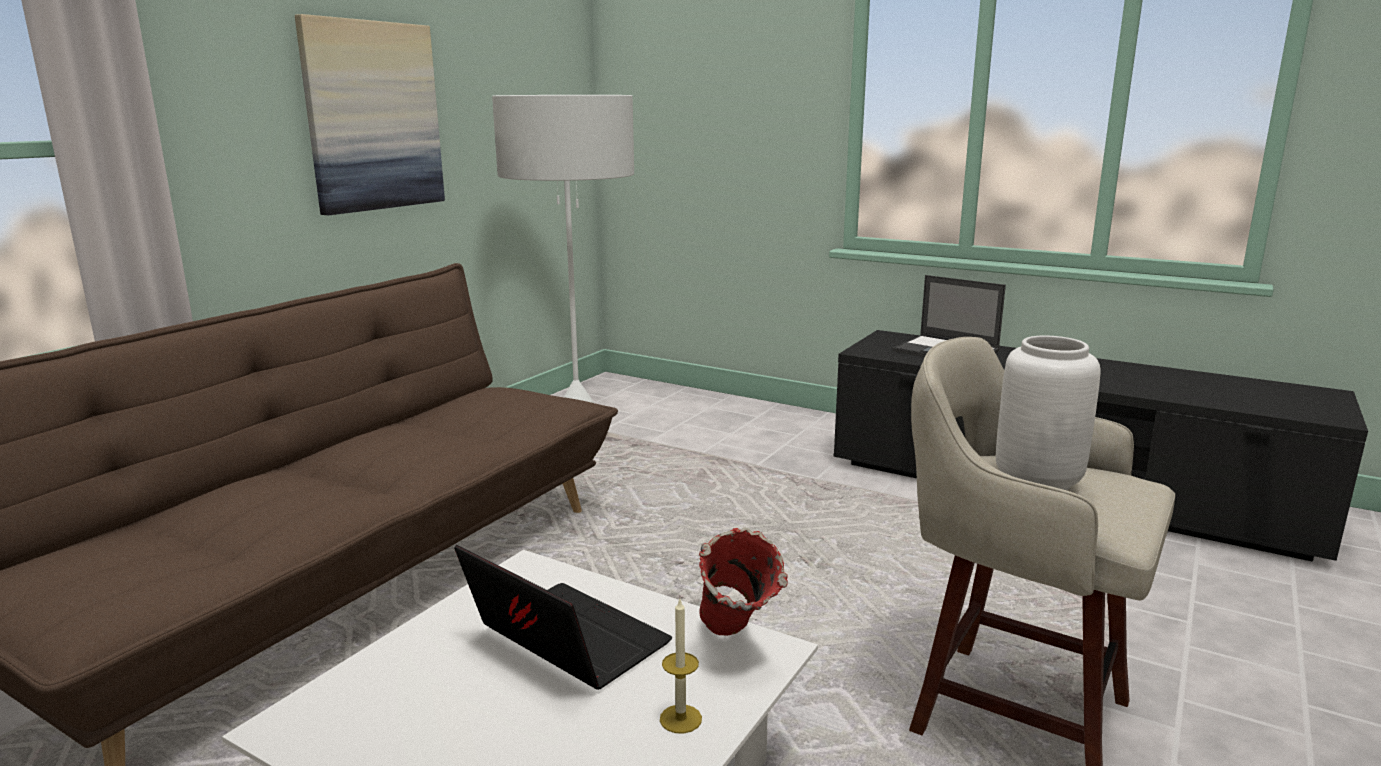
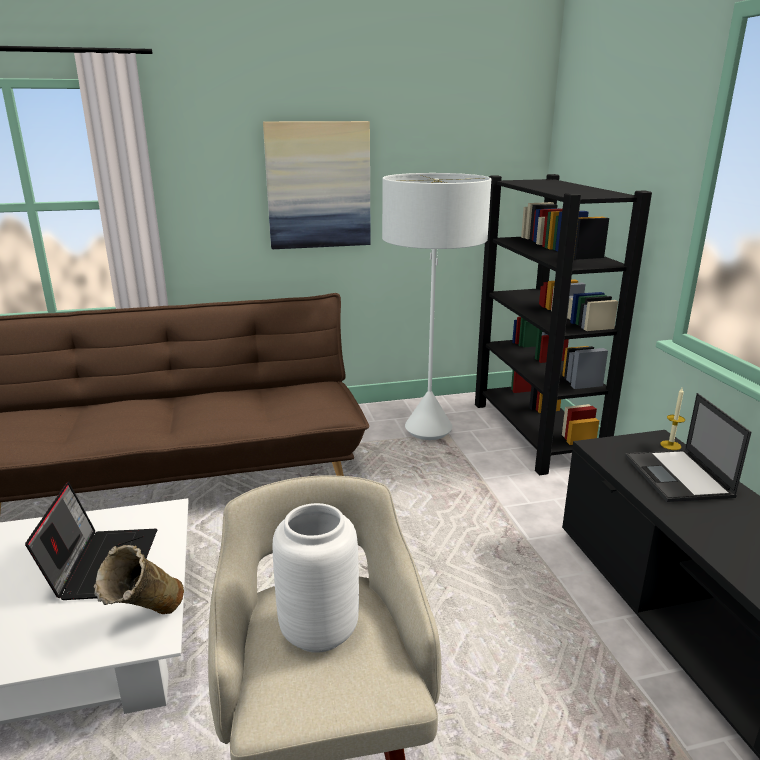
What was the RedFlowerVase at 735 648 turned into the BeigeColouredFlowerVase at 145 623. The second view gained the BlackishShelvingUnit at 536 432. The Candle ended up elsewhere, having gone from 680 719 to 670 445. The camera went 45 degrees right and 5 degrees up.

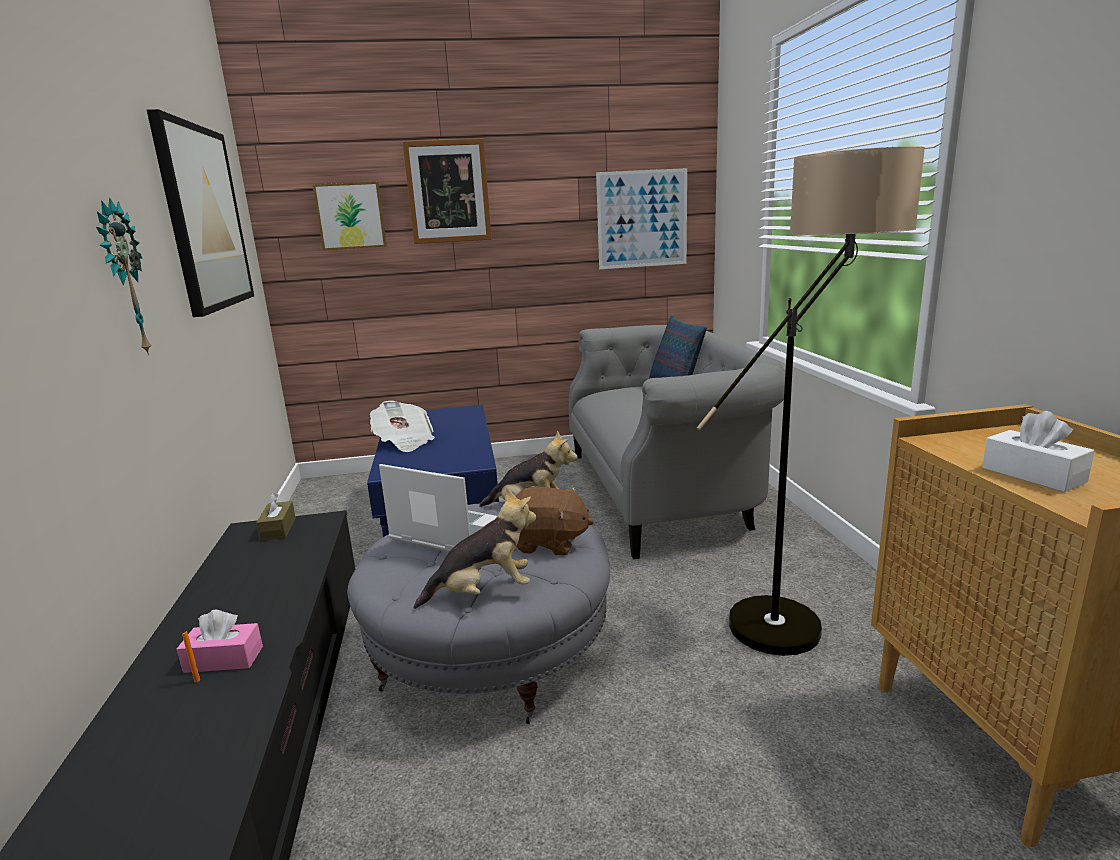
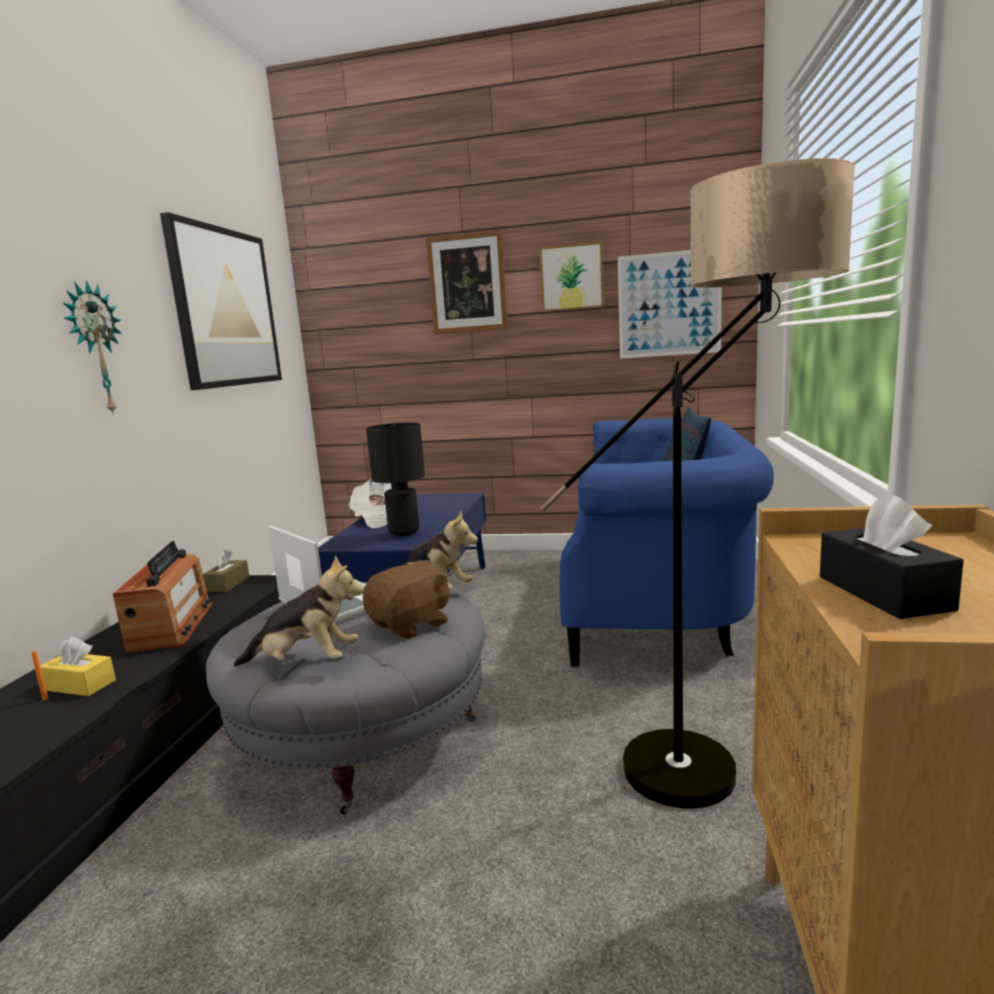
What was the PinkColouredBoxOfTissues at 224 659 turned into the YellowBoxOfTissues at 80 685. The second view gained the Radio at 172 627. The BrownPlushToy at 548 543 ended up facing another way, 75 degrees counterclockwise from before. The second view gained the BlackishTableLamp at 403 534. The WallPicture ended up elsewhere, having gone from 351 216 to 572 277. What was the GreyishSettee at 664 491 turned into the BlueColouredSettee at 656 601. What was the WhiteColouredBoxOfTissues at 1033 475 turned into the BlackishBoxOfTissues at 883 593. The camera went 20 degrees right and 5 degrees down.

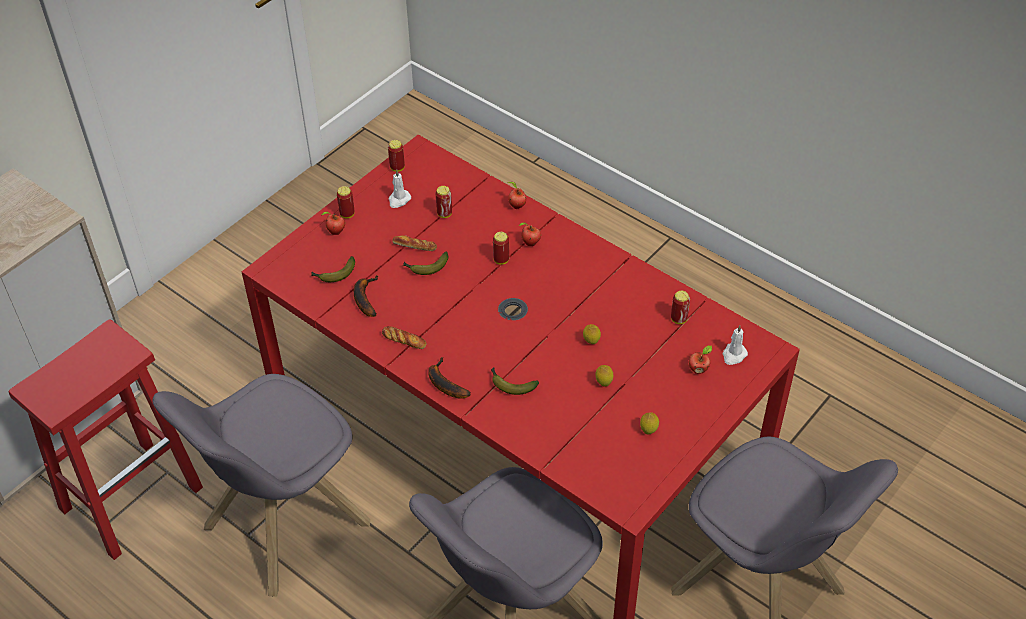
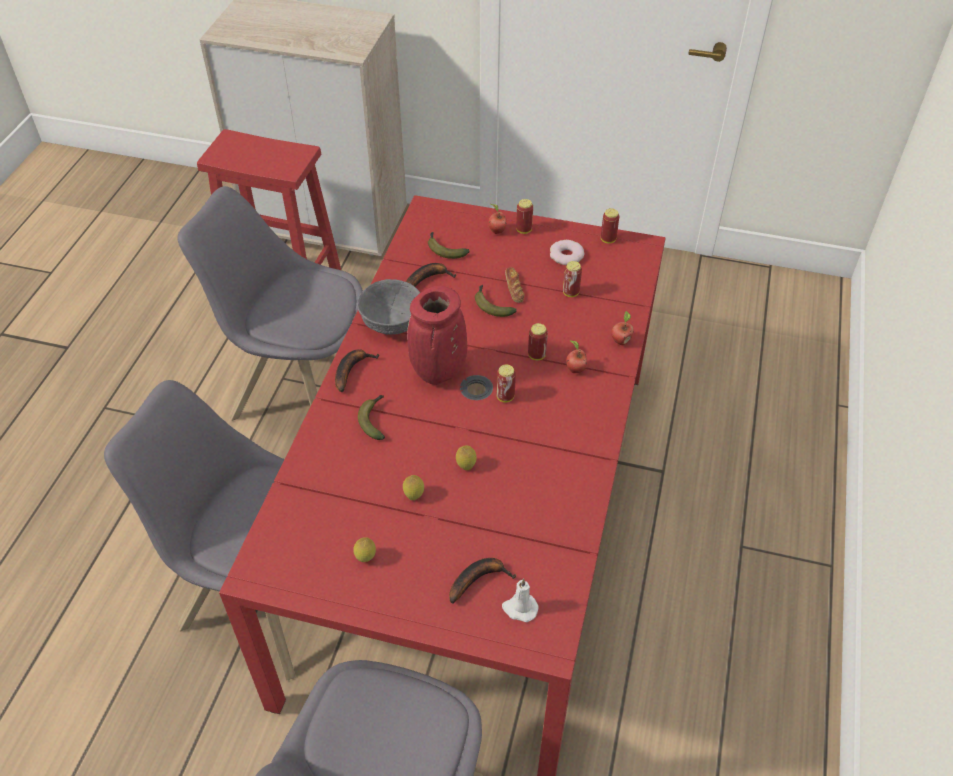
Where the Bread stood at 404 340, the GreyishBowl came to stand at 391 323. The second view gained the RedFlowerVase at 439 373. Where the AppleFruit stood at 698 369, the Banana came to stand at 479 579. The SealedCan ended up elsewhere, having gone from 678 319 to 505 397. Where the WhiteColouredCandle stood at 399 200, the Doughnut came to stand at 566 256. The camera went 65 degrees right and 0 degrees up.

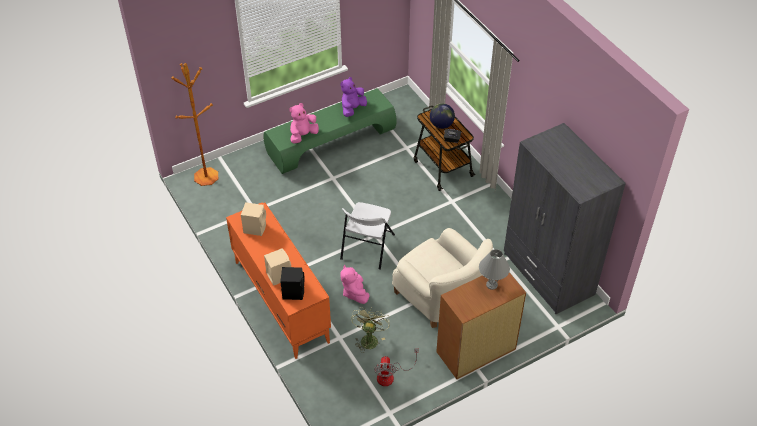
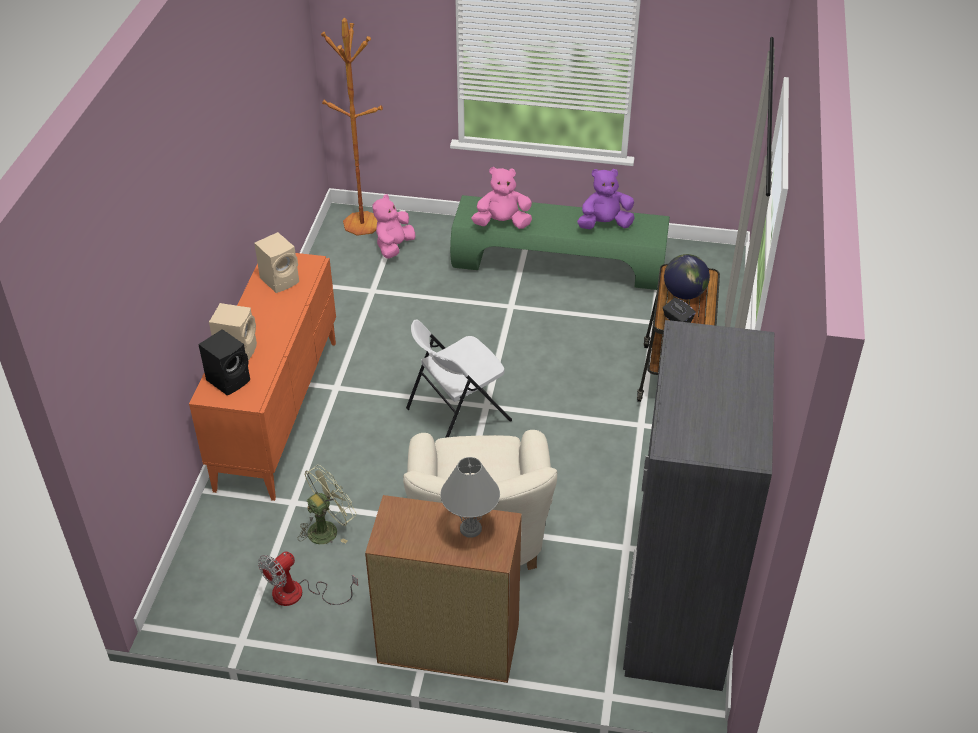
The PinkColouredPlushToy ended up elsewhere, having gone from 354 292 to 394 247. The camera went 40 degrees right and 5 degrees down.

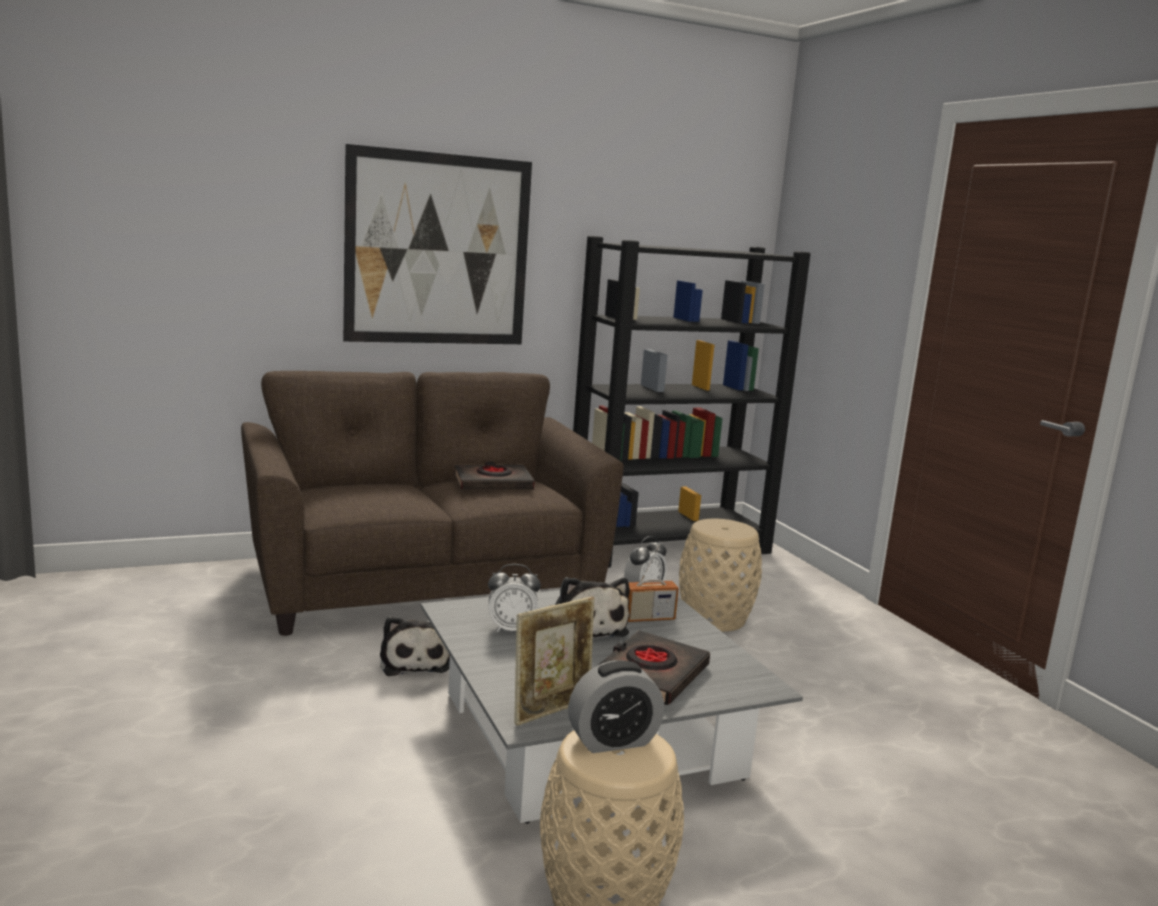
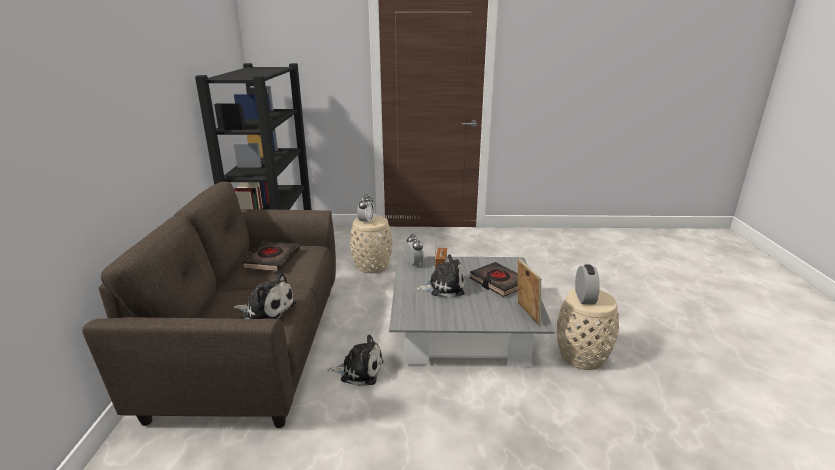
The second view gained the PlushToy at 266 311. The TableClock ended up elsewhere, having gone from 511 629 to 366 222. The second view lost the WallPicture at 438 250. The camera went 65 degrees left and 10 degrees up.

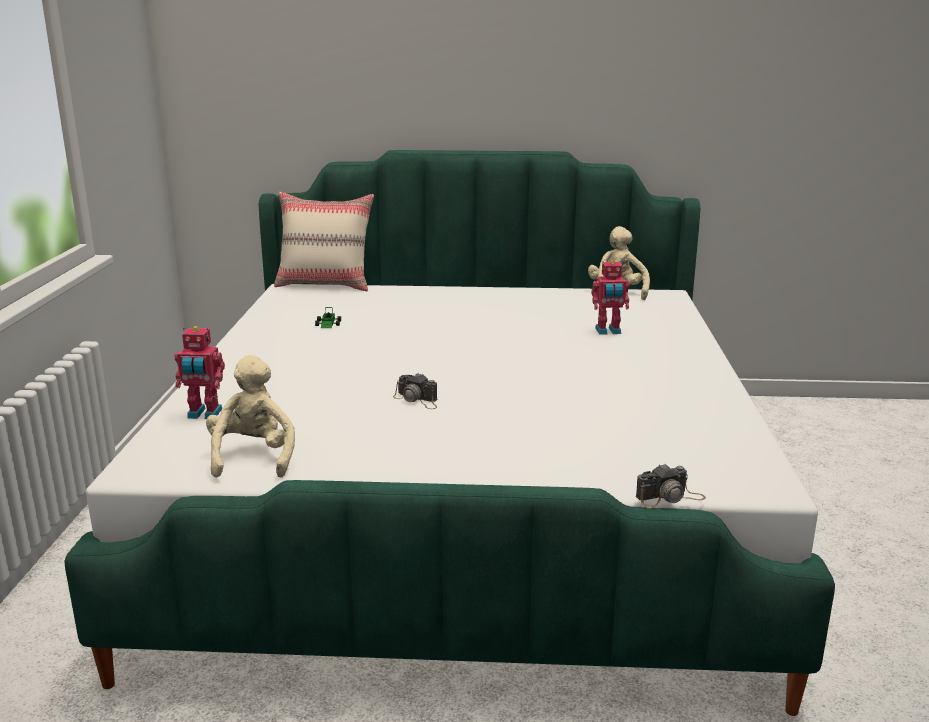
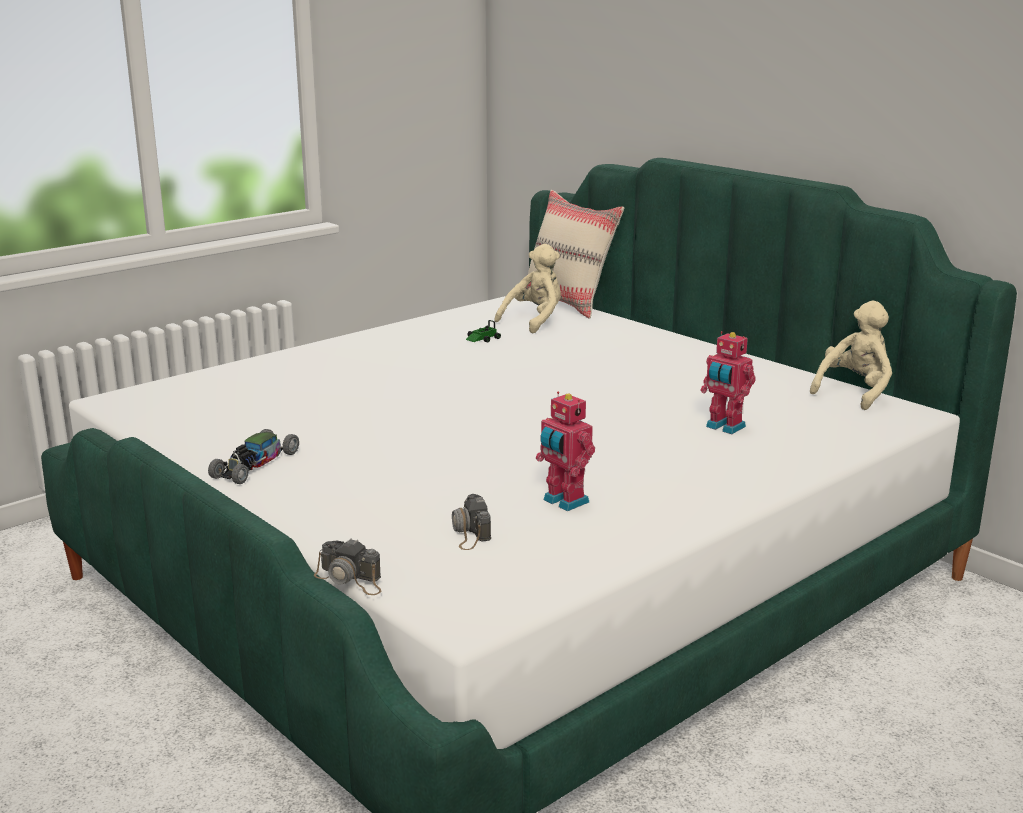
The second view gained the MiniatureCar at 255 465. The StillCamera ended up elsewhere, having gone from 417 400 to 470 532. The BeigeColouredPlushToy ended up elsewhere, having gone from 253 457 to 534 321. The ToyRobot ended up elsewhere, having gone from 204 414 to 564 502. The camera went 45 degrees right and 0 degrees up.

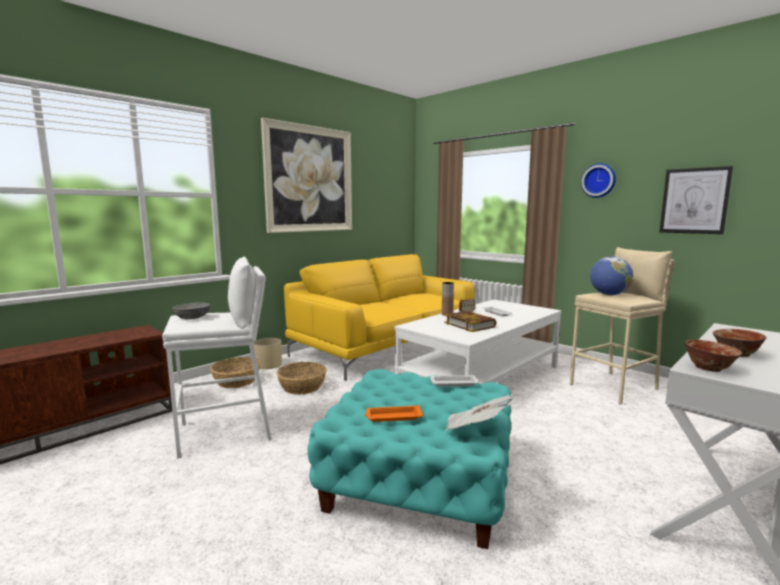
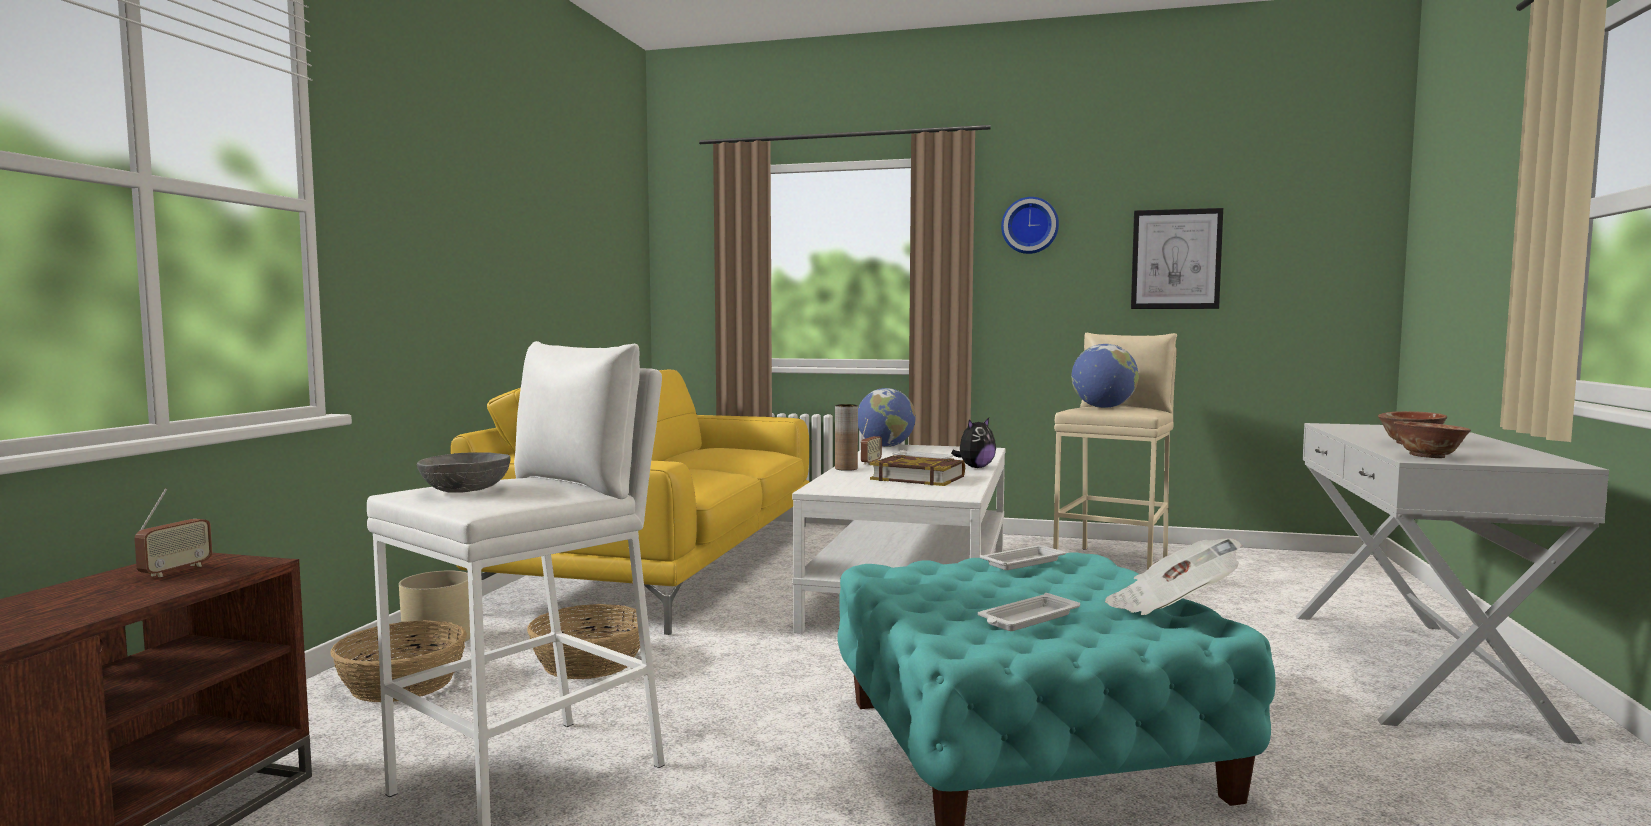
The second view gained the Radio at 175 571. The second view gained the WorldGlobe at 885 446. The second view gained the PlushToy at 975 467. What was the OrangeColouredCarryingTray at 393 417 turned into the WhiteColouredCarryingTray at 1027 619. The second view lost the WallPicture at 309 179. The camera went 30 degrees left and 5 degrees down.

